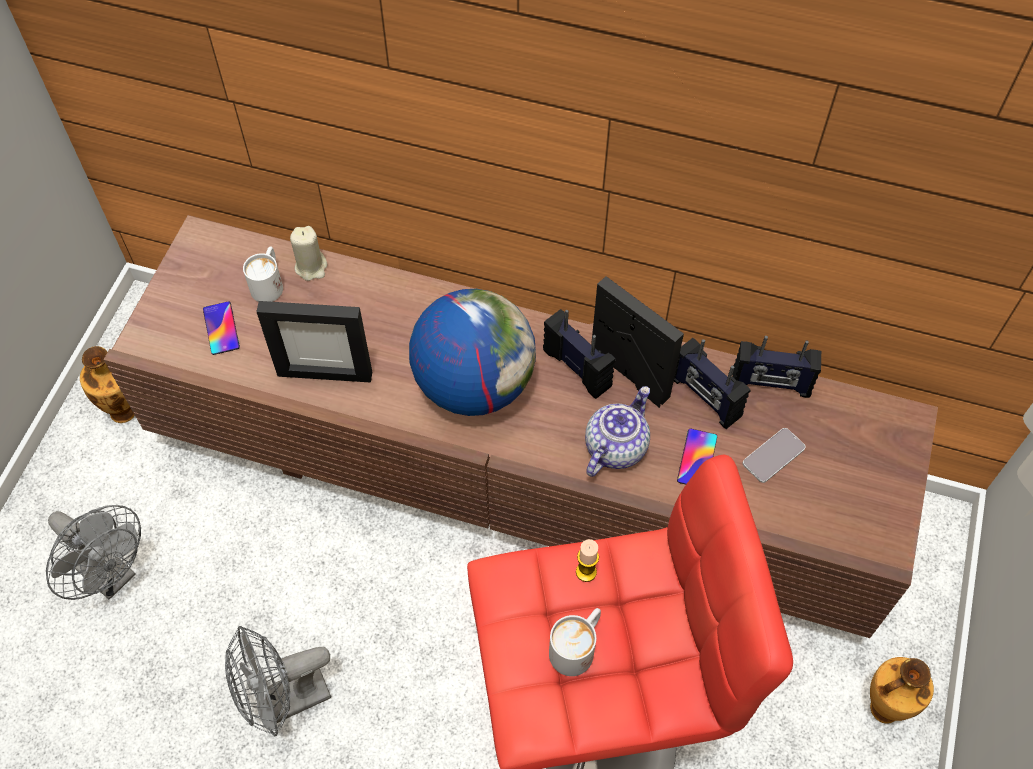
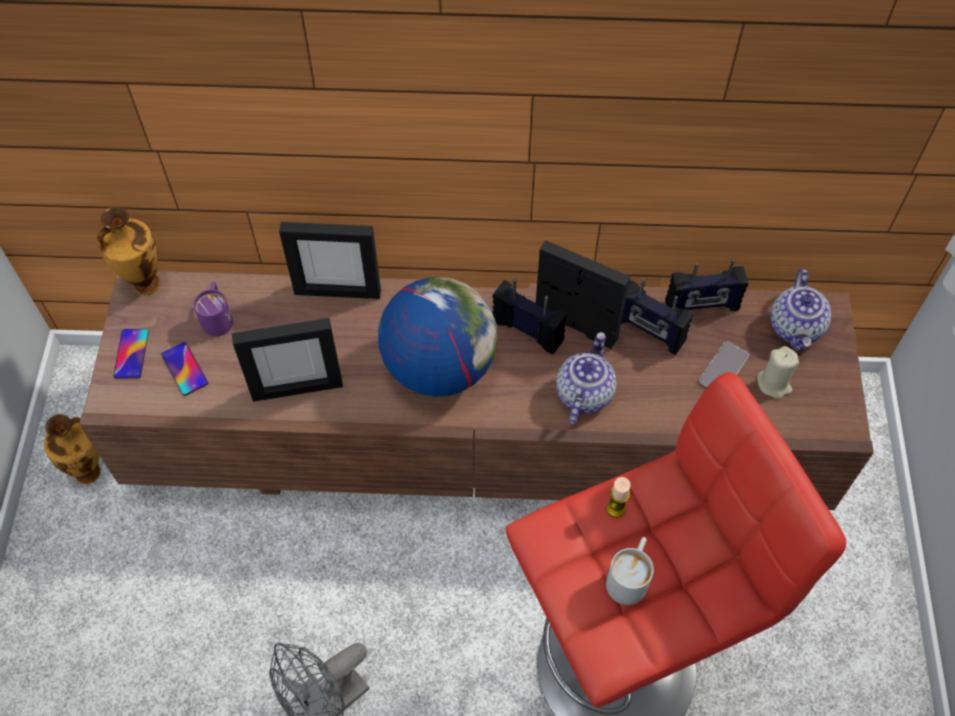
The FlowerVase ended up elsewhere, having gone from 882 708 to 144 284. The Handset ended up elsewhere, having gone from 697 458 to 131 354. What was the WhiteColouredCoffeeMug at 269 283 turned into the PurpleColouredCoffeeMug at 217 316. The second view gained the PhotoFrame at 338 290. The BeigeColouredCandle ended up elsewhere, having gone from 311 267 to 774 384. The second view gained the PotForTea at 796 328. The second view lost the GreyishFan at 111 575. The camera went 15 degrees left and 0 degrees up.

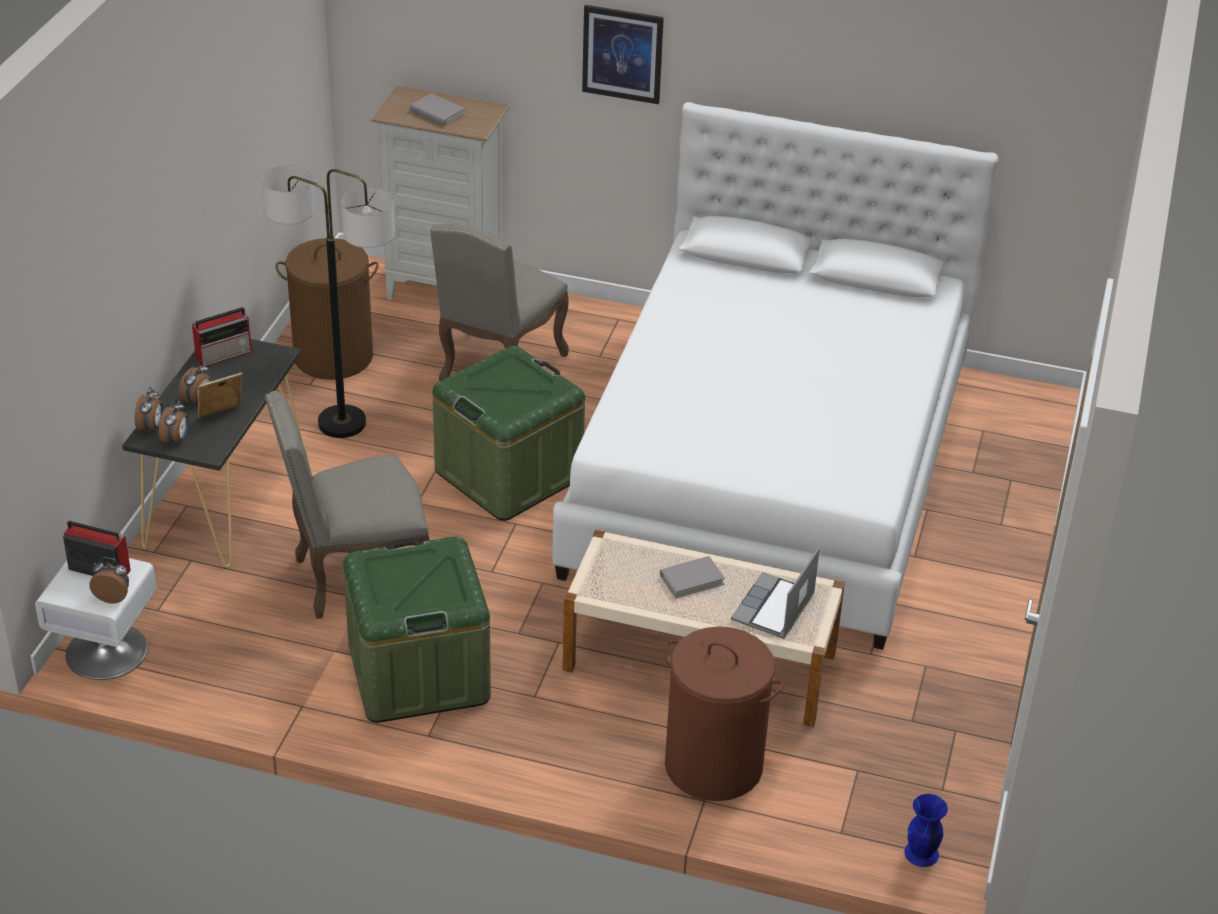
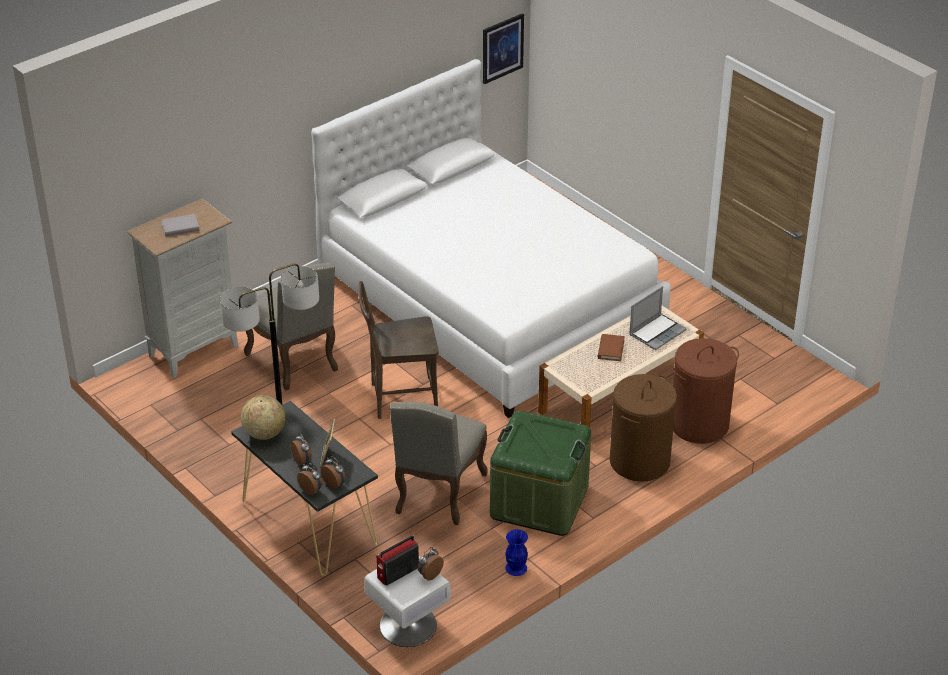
Where the Radio stood at 224 354, the WorldGlobe came to stand at 264 433. Where the GreenishStorageContainer stood at 508 474, the BrownUprightChair came to stand at 400 398. The WallPicture ended up elsewhere, having gone from 622 54 to 502 48. The BlueColouredFlowerVase ended up elsewhere, having gone from 921 853 to 516 568. What was the GreyishBook at 691 579 turned into the BrownBook at 611 349. The BrownHamper ended up elsewhere, having gone from 333 357 to 640 461. The NotebookComputer at 774 609 ended up facing another way, 105 degrees counterclockwise from before. The camera went 55 degrees left and 0 degrees up.

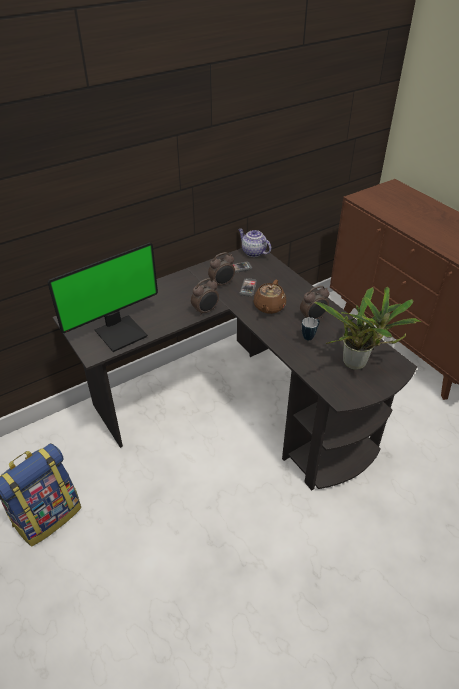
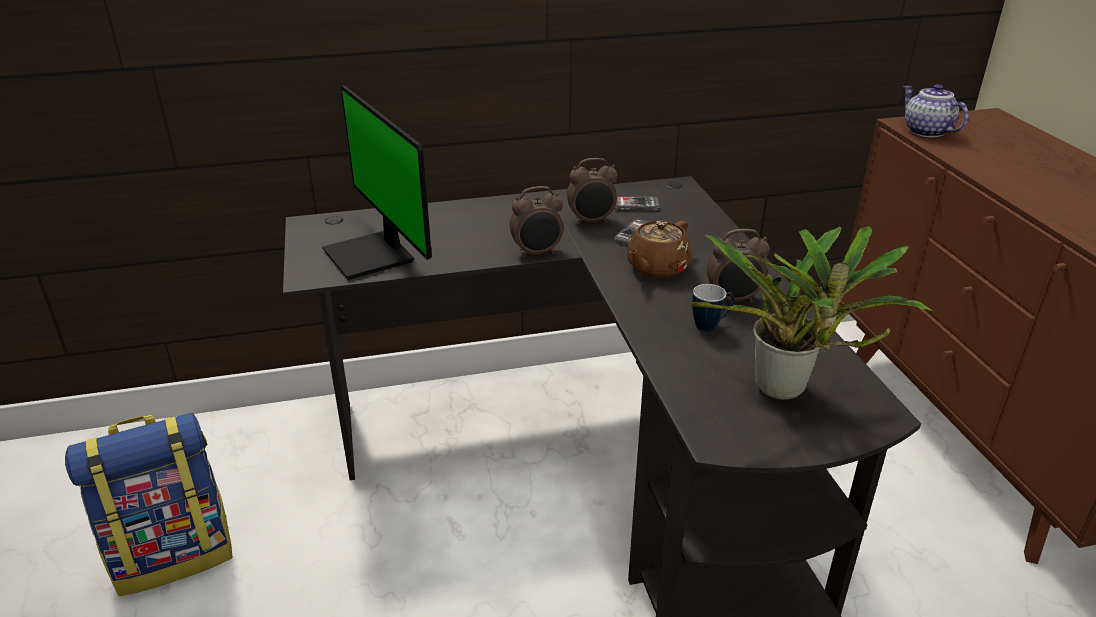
The ComputerDisplay at 120 332 ended up facing another way, 75 degrees clockwise from before. The PotForTea ended up elsewhere, having gone from 253 252 to 925 131. The camera went 20 degrees right and 10 degrees down.

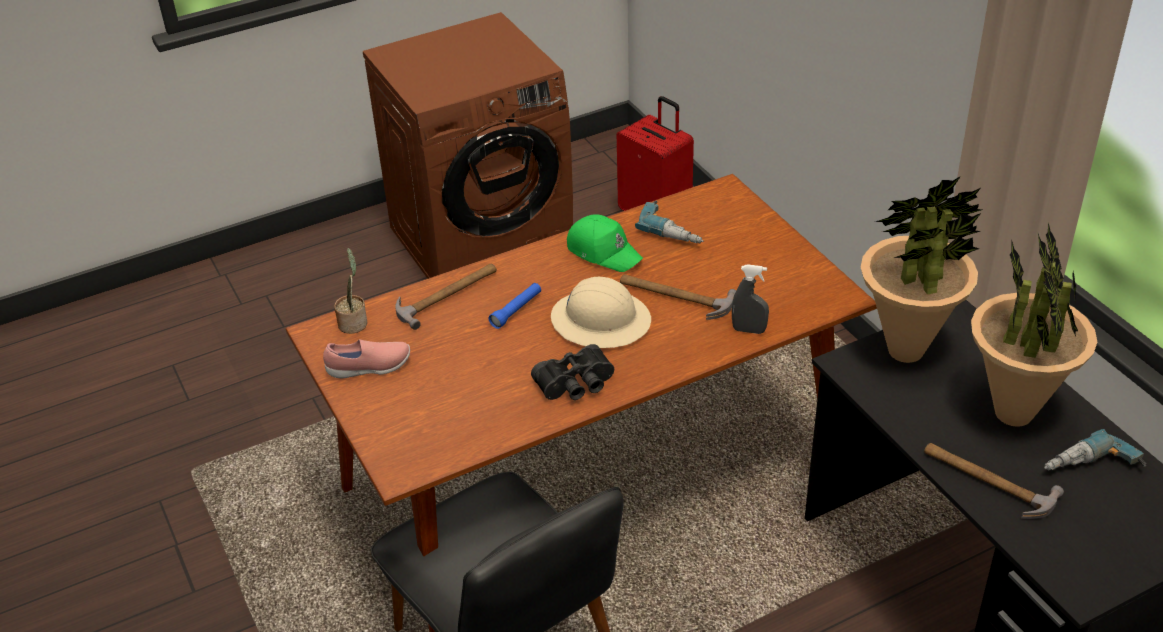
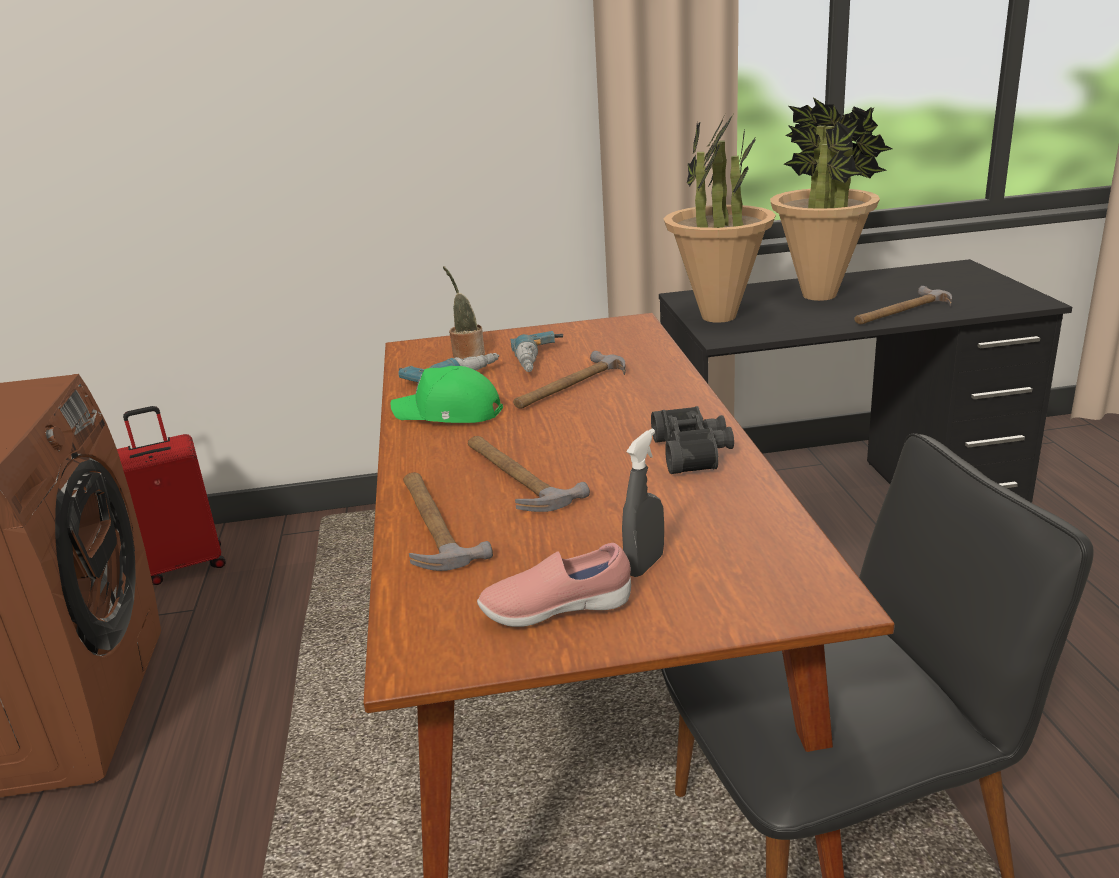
The GreenishCap at 604 251 ended up facing another way, 135 degrees counterclockwise from before. The PlantInAPot ended up elsewhere, having gone from 354 322 to 467 355. Where the BlueColouredHandTorch stood at 516 310, the ToolHammer came to stand at 514 476. The PinkColouredShoe at 369 368 ended up facing another way, 105 degrees counterclockwise from before. The PowerDrill ended up elsewhere, having gone from 1092 470 to 542 361. The GreyishHandSprayer ended up elsewhere, having gone from 749 330 to 644 565. The second view lost the BeigeColouredSafetyHelmet at 601 320. The camera went 70 degrees left and 15 degrees down.

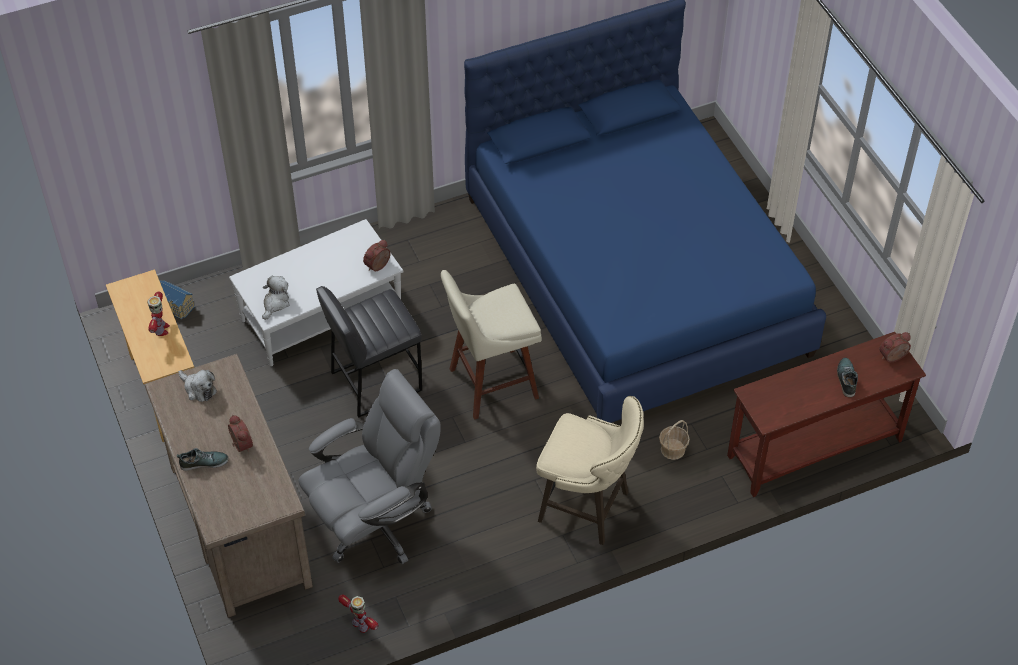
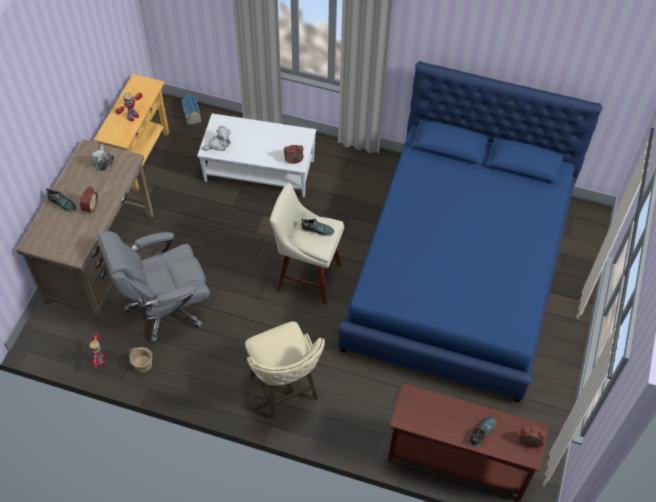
The GreyishOfficeChair at 374 522 ended up facing another way, 150 degrees clockwise from before. The Basket ended up elsewhere, having gone from 672 449 to 142 364. The second view gained the Shoe at 317 229. The second view lost the GreyishSittingStool at 375 382. The camera went 40 degrees right and 5 degrees up.

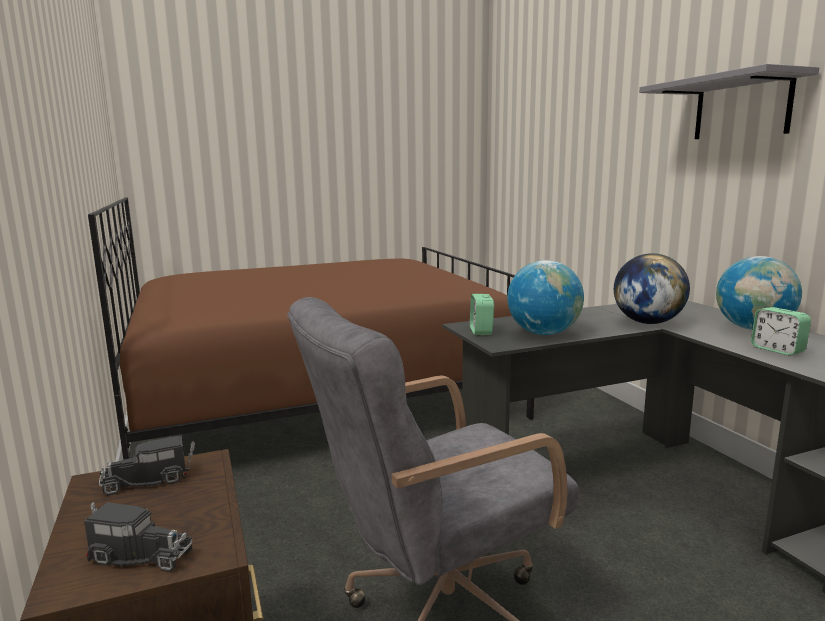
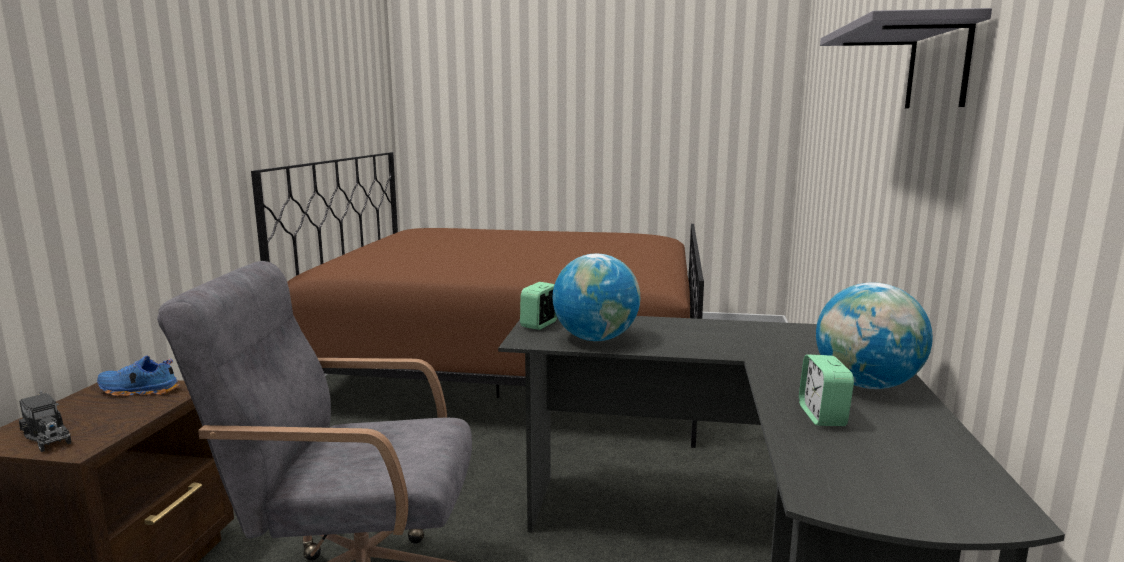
Where the ToyLorry stood at 150 480, the BlueColouredShoe came to stand at 138 391. The second view lost the WorldGlobe at 647 322. The camera went 30 degrees right and 0 degrees up.

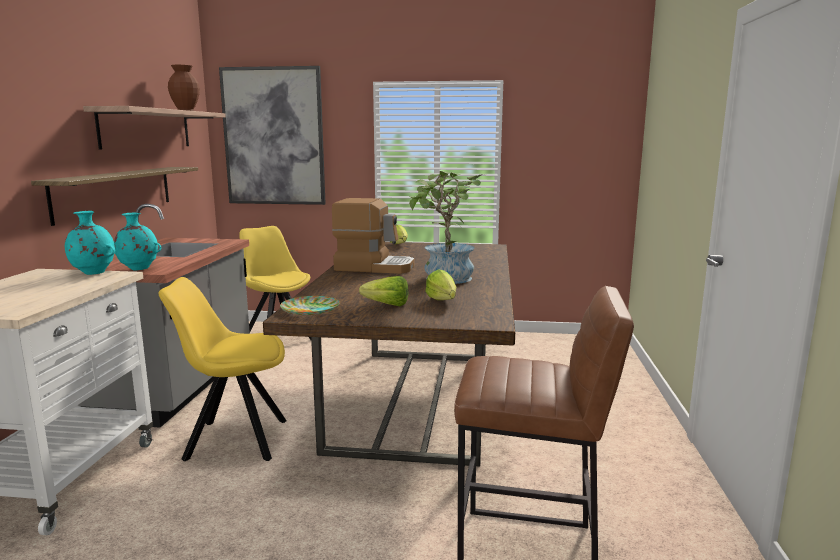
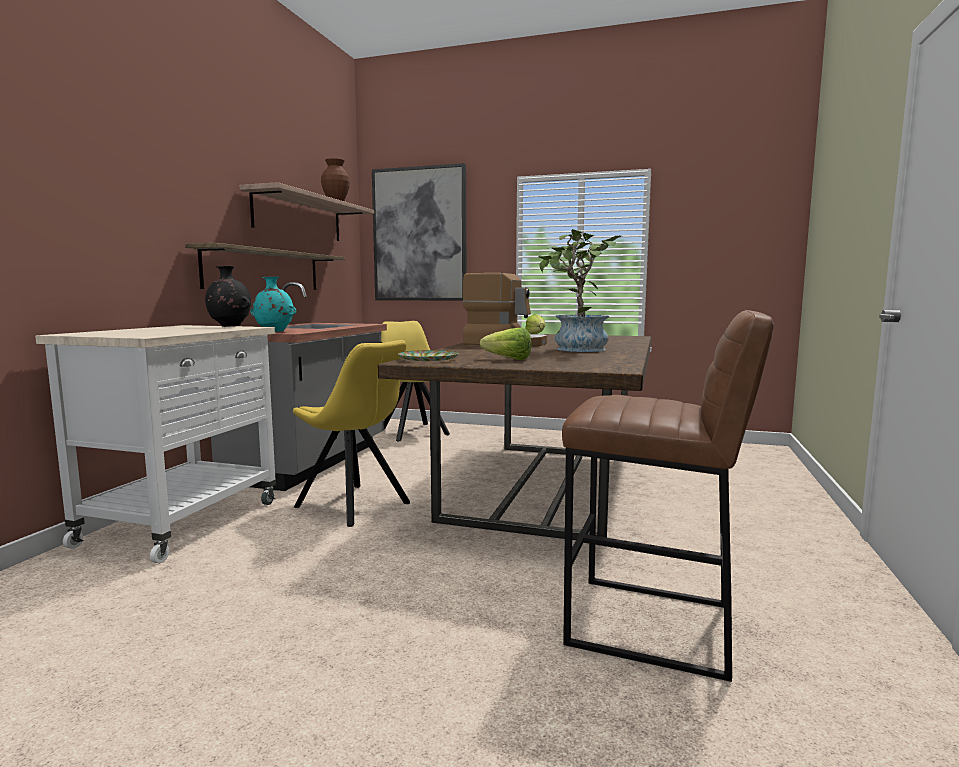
What was the BlueGreenFlowerVase at 93 273 turned into the BlackishFlowerVase at 229 326. The YellowUprightChair at 236 440 ended up facing another way, 150 degrees counterclockwise from before. The second view lost the Lettuce at 443 302. The camera went 10 degrees right and 5 degrees down.

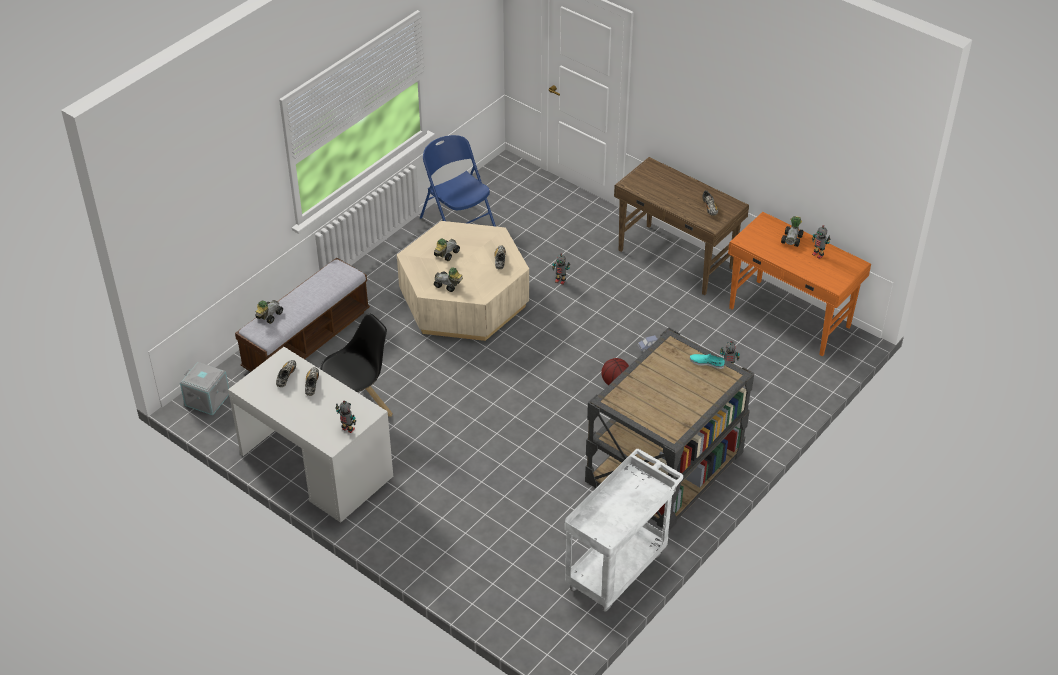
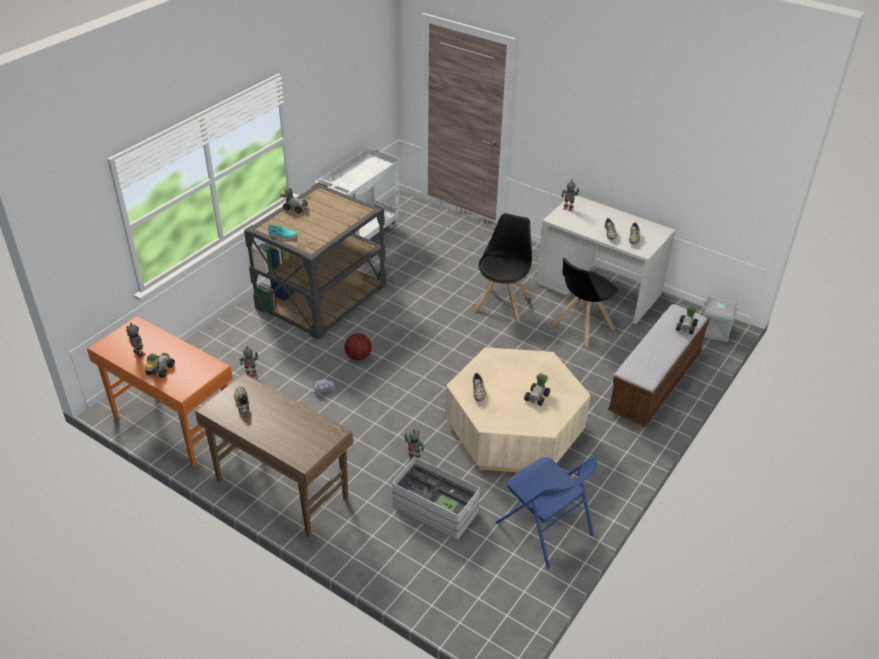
The MiniatureCar ended up elsewhere, having gone from 448 285 to 294 207. The second view gained the GreyishStorageContainer at 434 509. The second view gained the BlackishUprightChair at 503 303. The camera went 175 degrees right and 5 degrees down.

